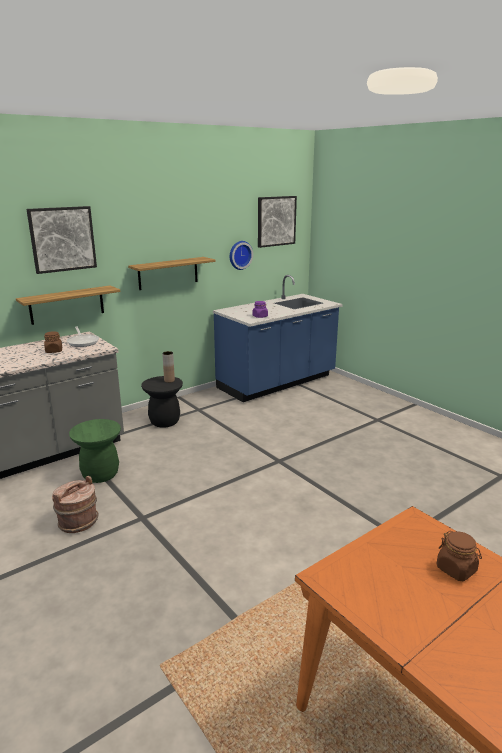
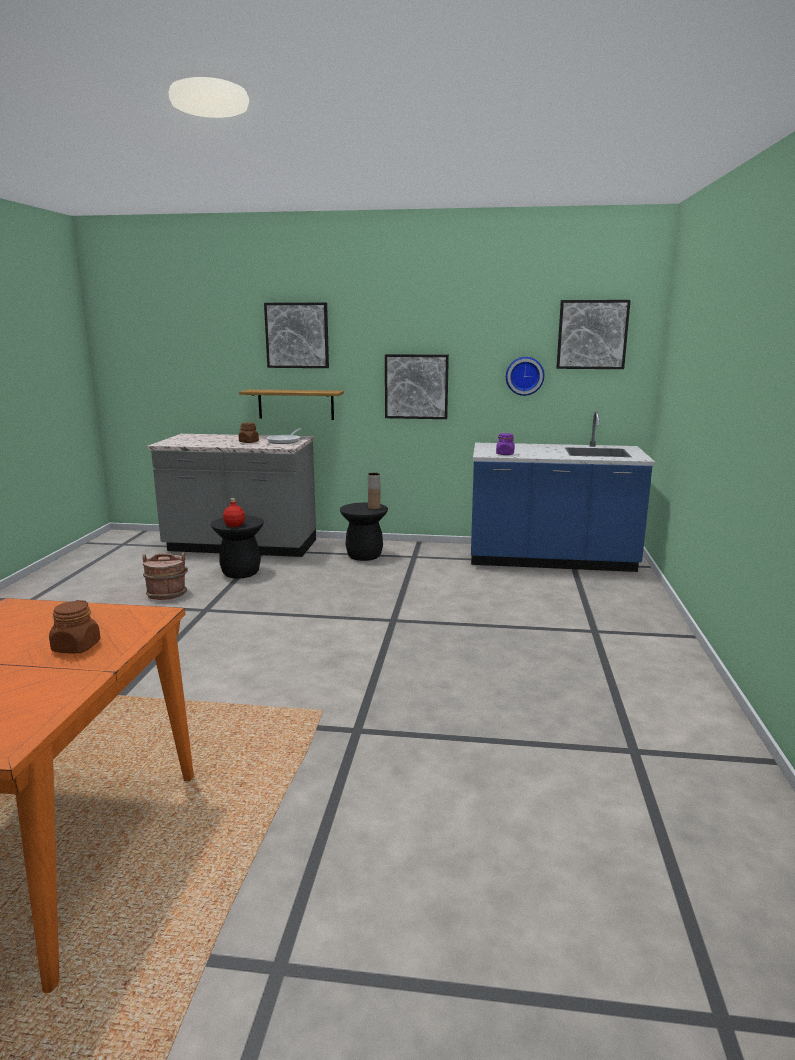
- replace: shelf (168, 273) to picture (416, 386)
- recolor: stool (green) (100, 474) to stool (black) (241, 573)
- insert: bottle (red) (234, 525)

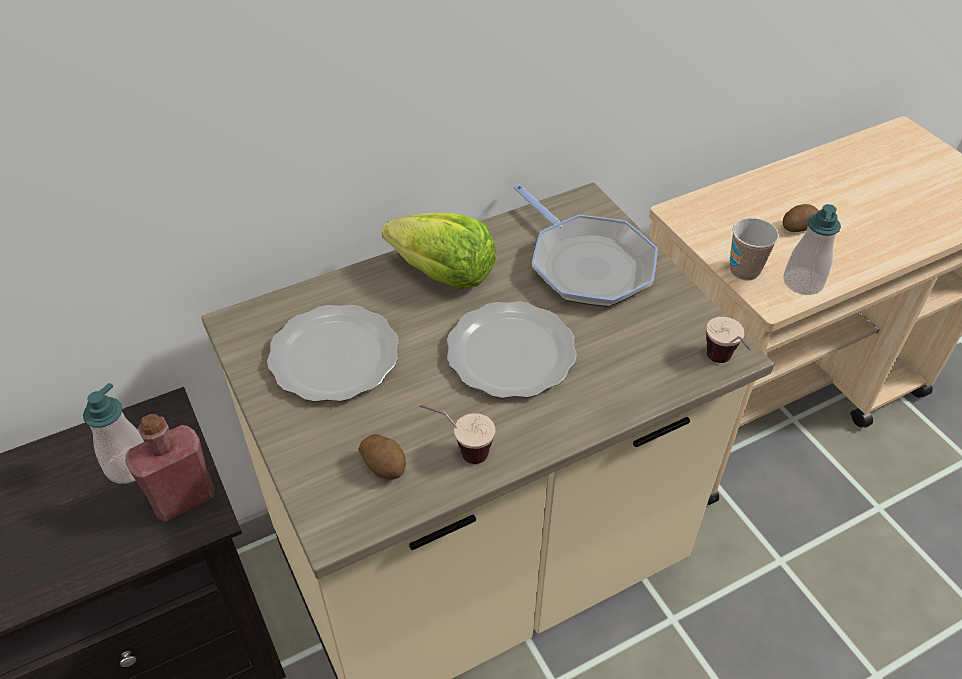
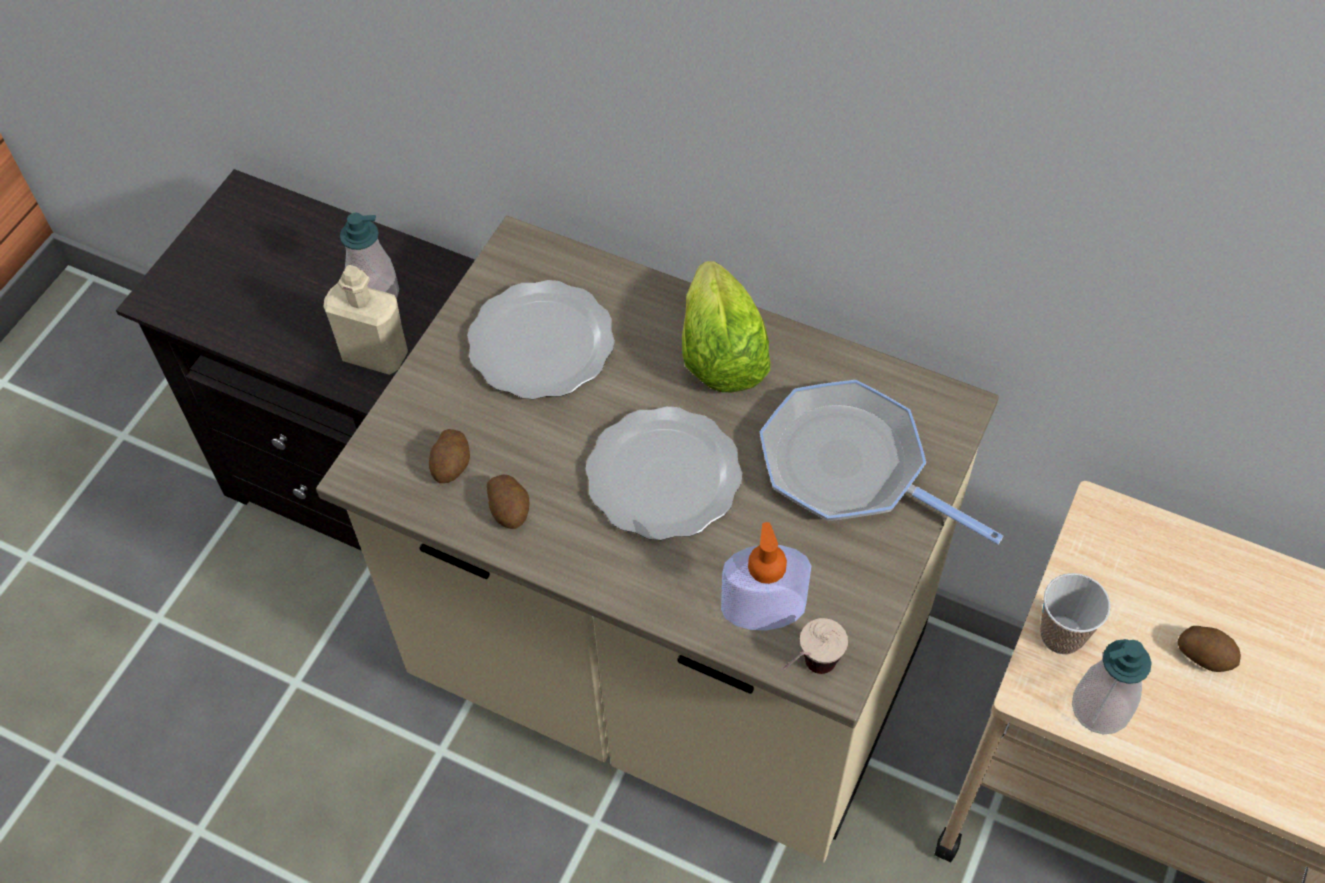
- rotate: frying pan (587, 264) = (851, 467) 105 degrees clockwise
- replace: cup (458, 451) to potato (510, 509)
- recolor: bottle (red) (183, 498) to bottle (beige) (375, 355)
- insert: soap dispenser (763, 607)

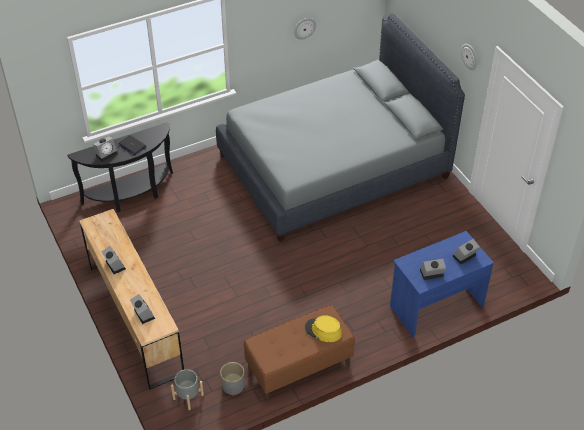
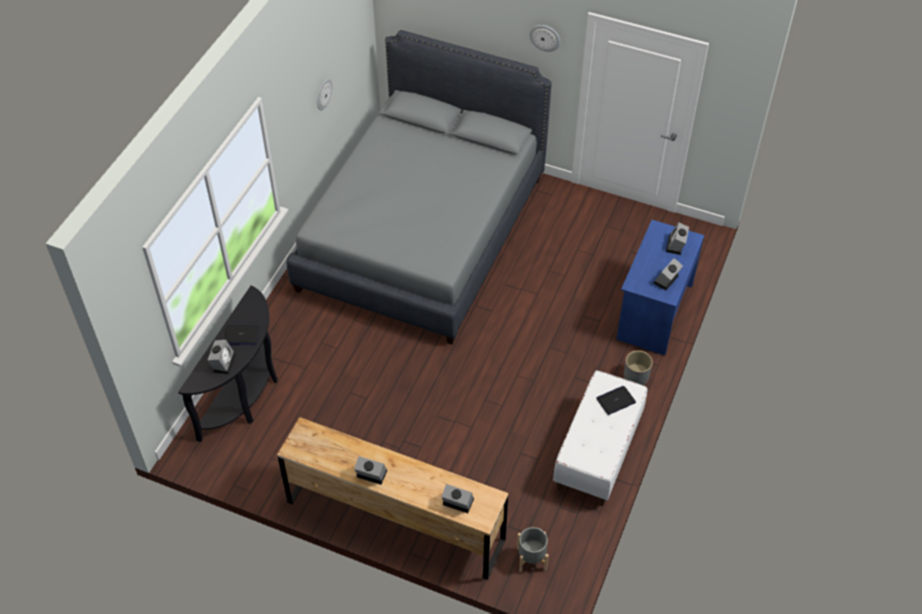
- recolor: bench (brown) (299, 366) to bench (white) (598, 453)
- replace: hat (yellow) (323, 330) to laptop (616, 400)
- move: planter (grey) (233, 386) to (636, 377)

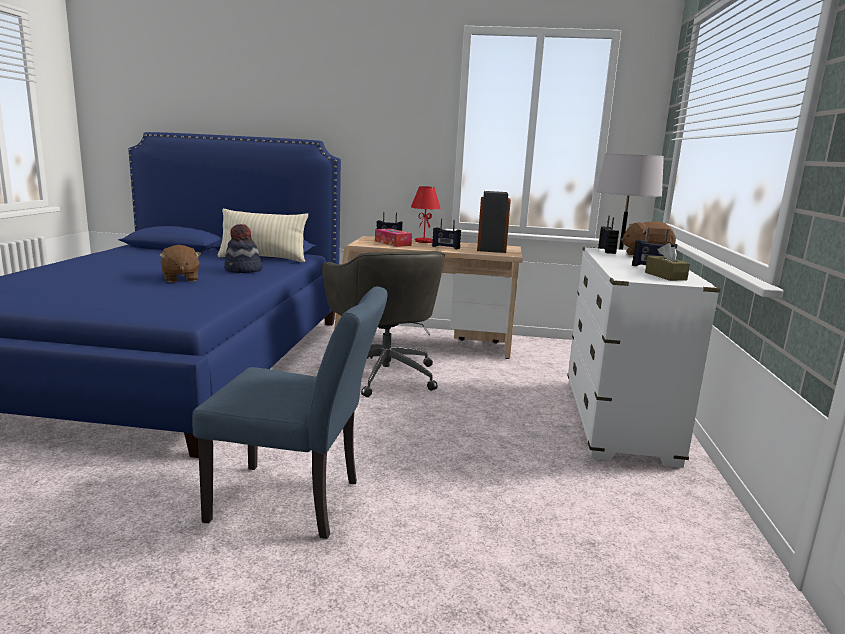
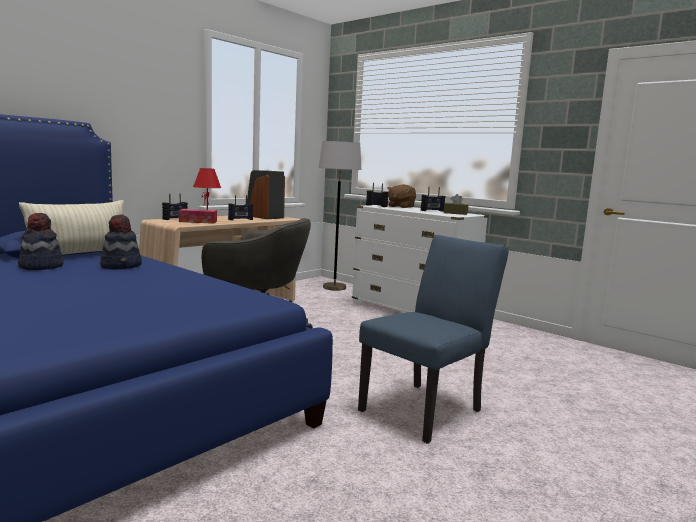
- delete: plush toy (brown) (180, 279)
- insert: hat (40, 266)

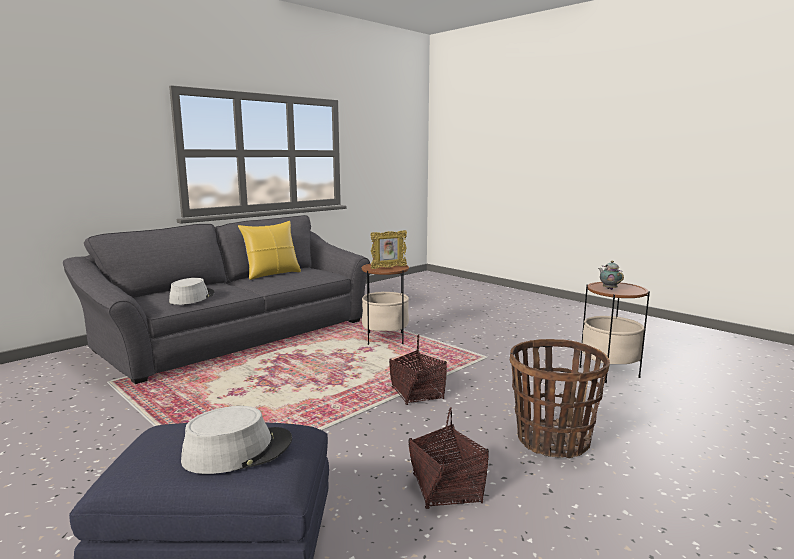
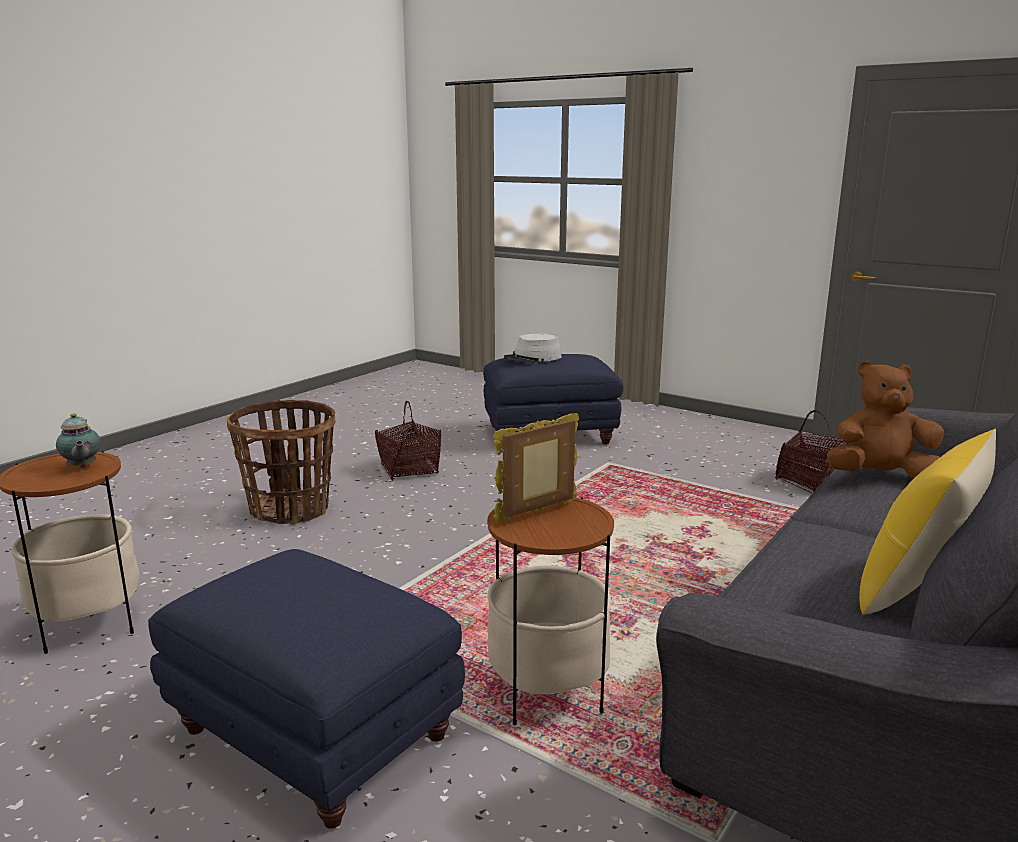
- replace: hat (grey) (192, 297) to plush toy (brown) (879, 476)
- move: basket (417, 394) to (810, 482)
- insert: ottoman (blue) (311, 734)

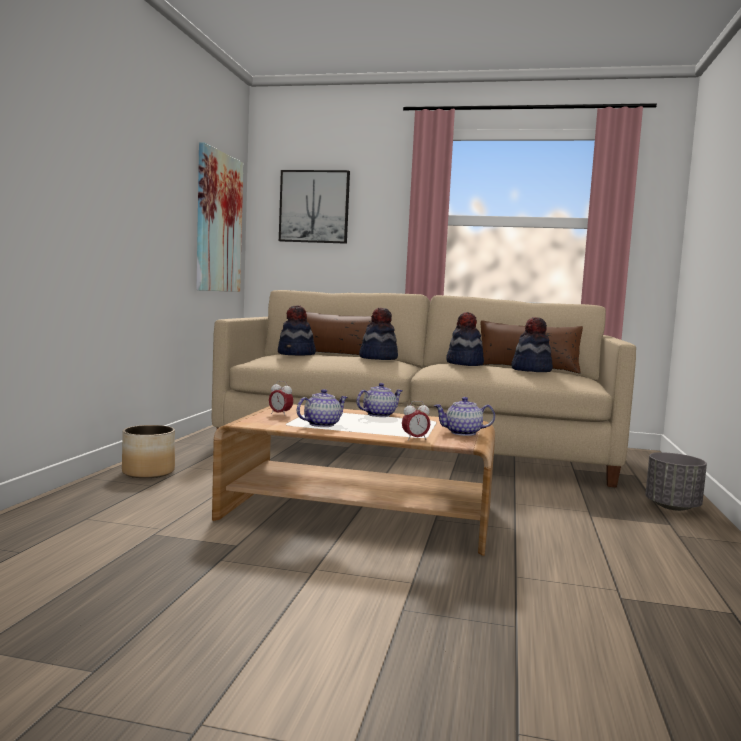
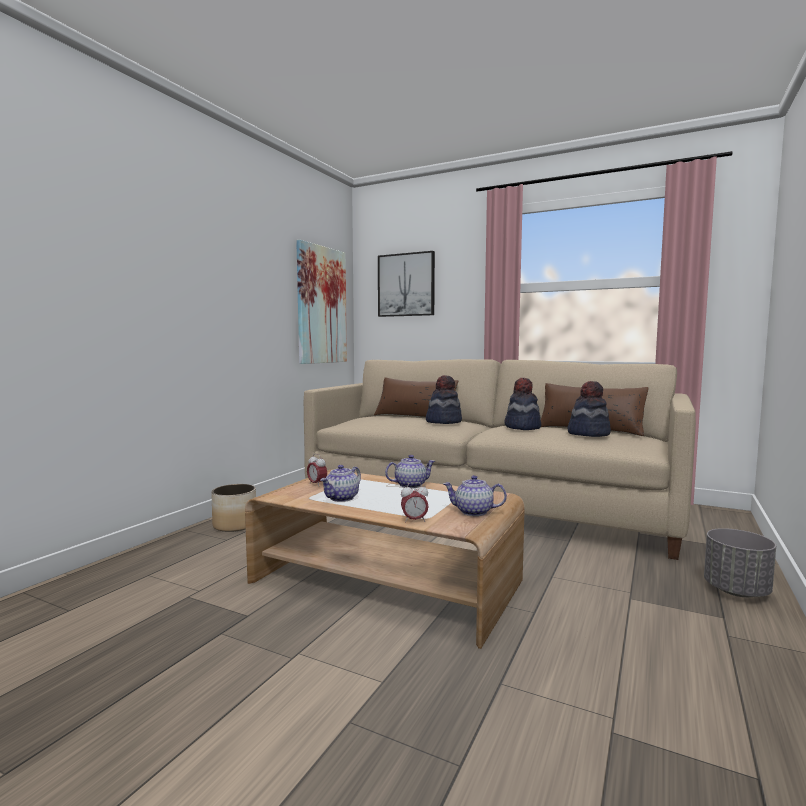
- delete: hat (296, 354)
- rotate: teapot (322, 424) = (341, 498) 150 degrees clockwise

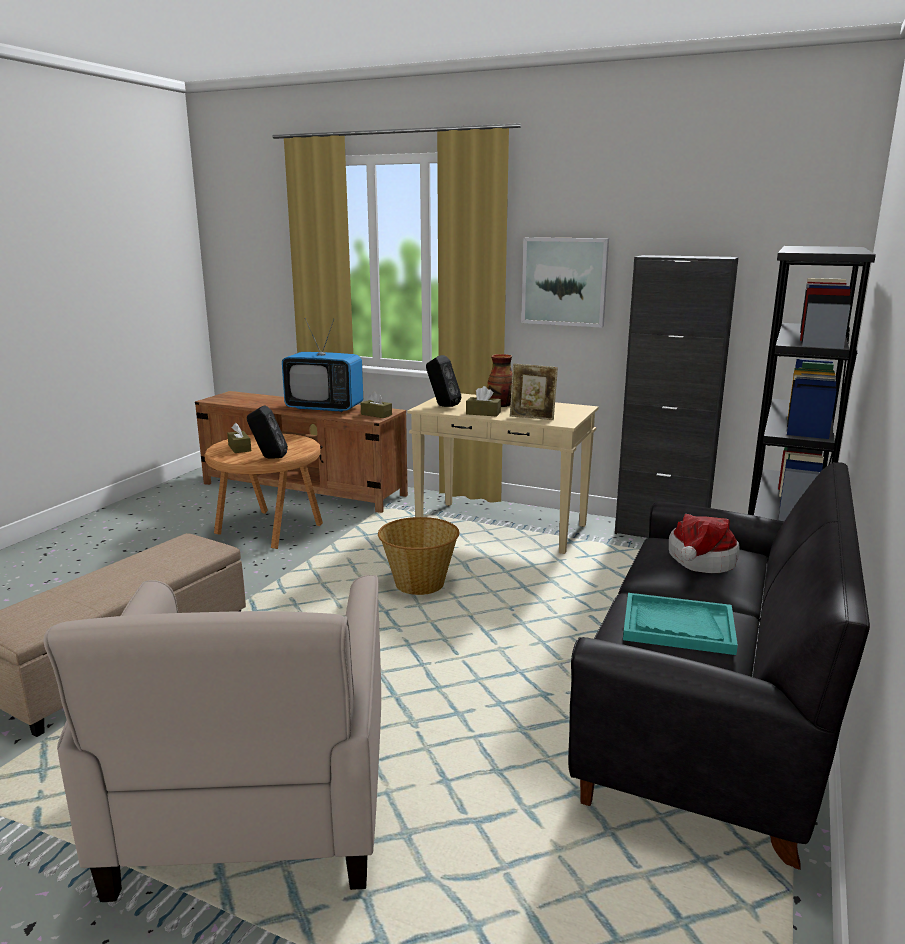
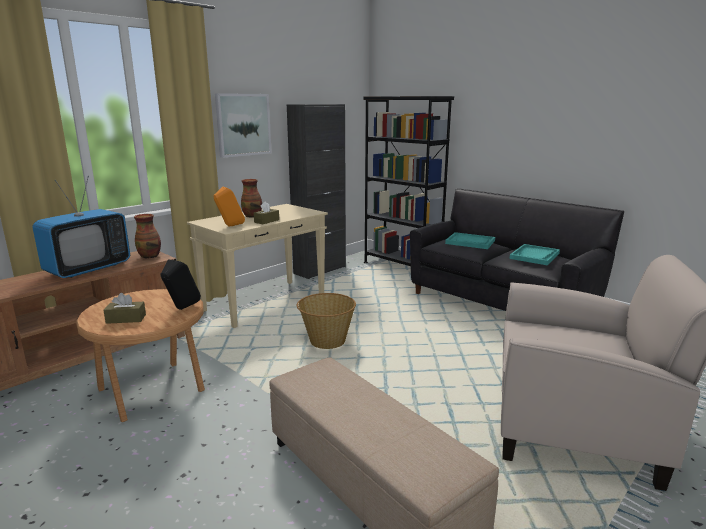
- recolor: speaker (black) (442, 406) to speaker (orange) (230, 226)
- delete: picture frame (532, 418)
- replace: tissue box (brown) (376, 415) to vase (150, 256)
- replace: hat (700, 562) to tray (turquoise) (470, 242)

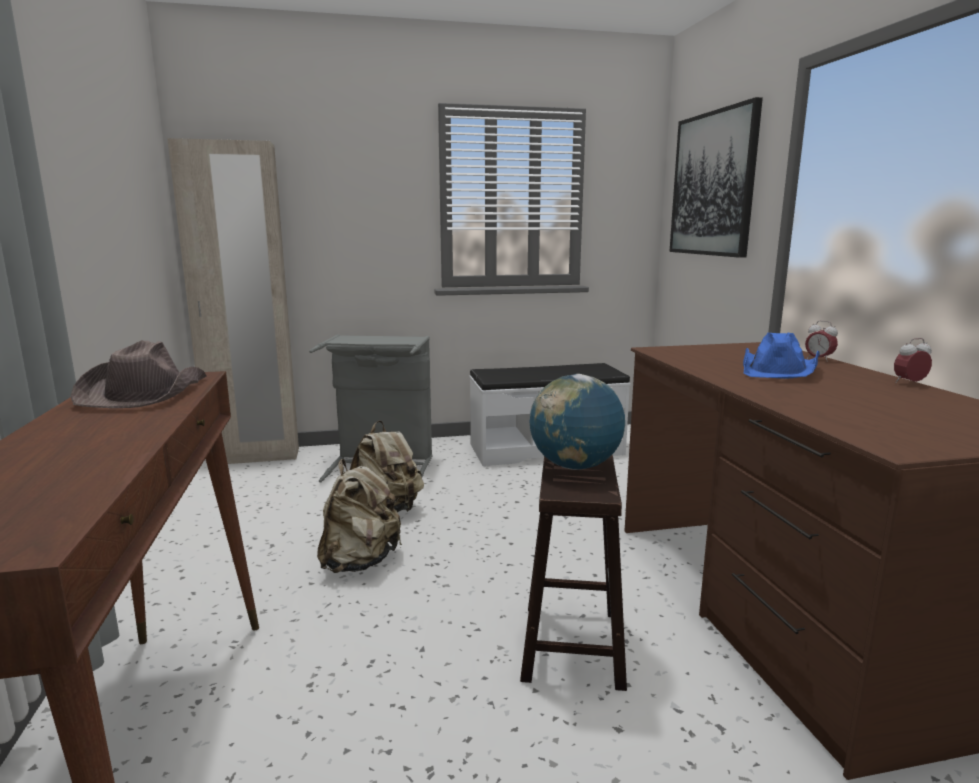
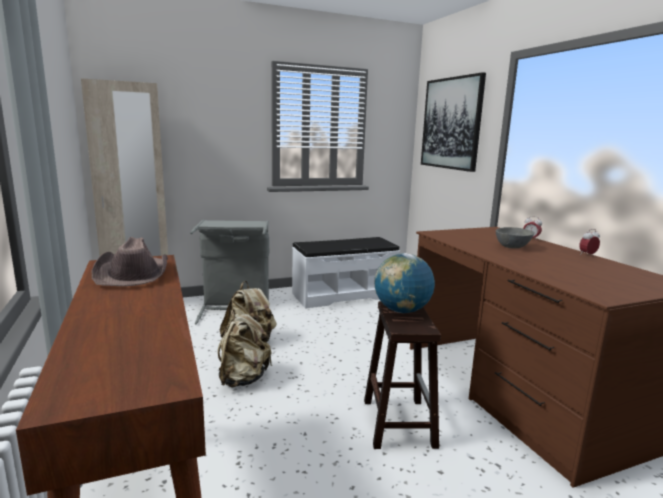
- replace: hat (blue) (779, 370) to bowl (grey) (513, 247)

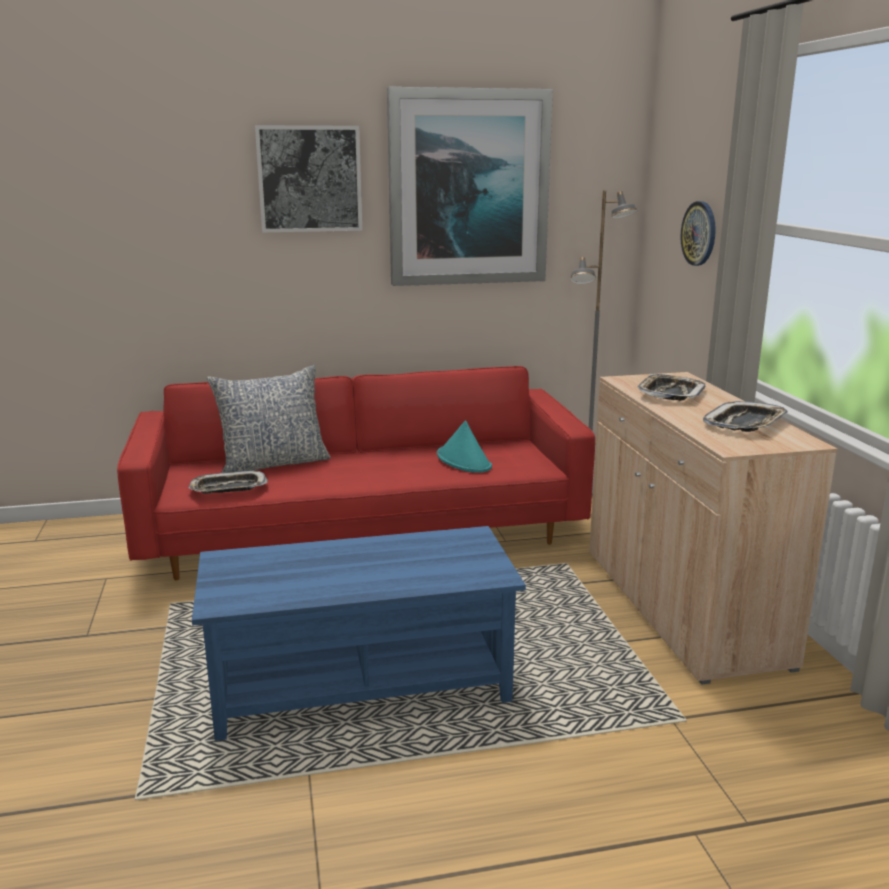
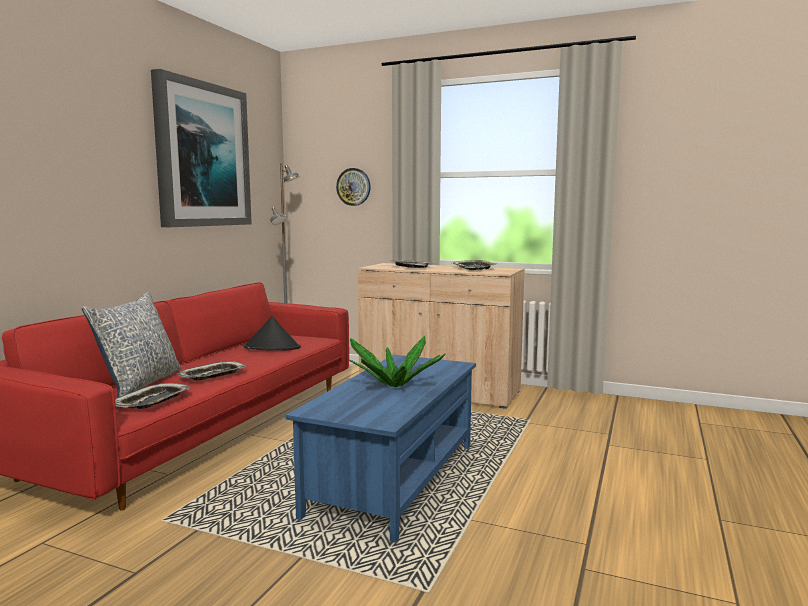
- delete: picture (309, 179)
- recolor: hat (turquoise) (464, 461) to hat (black) (272, 347)
- insert: potted plant (395, 385)
- insert: tray (212, 375)

